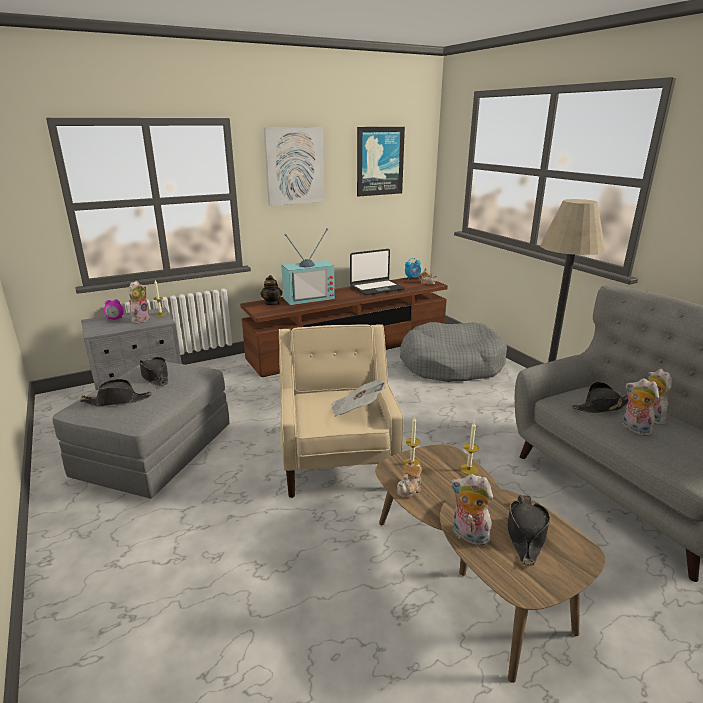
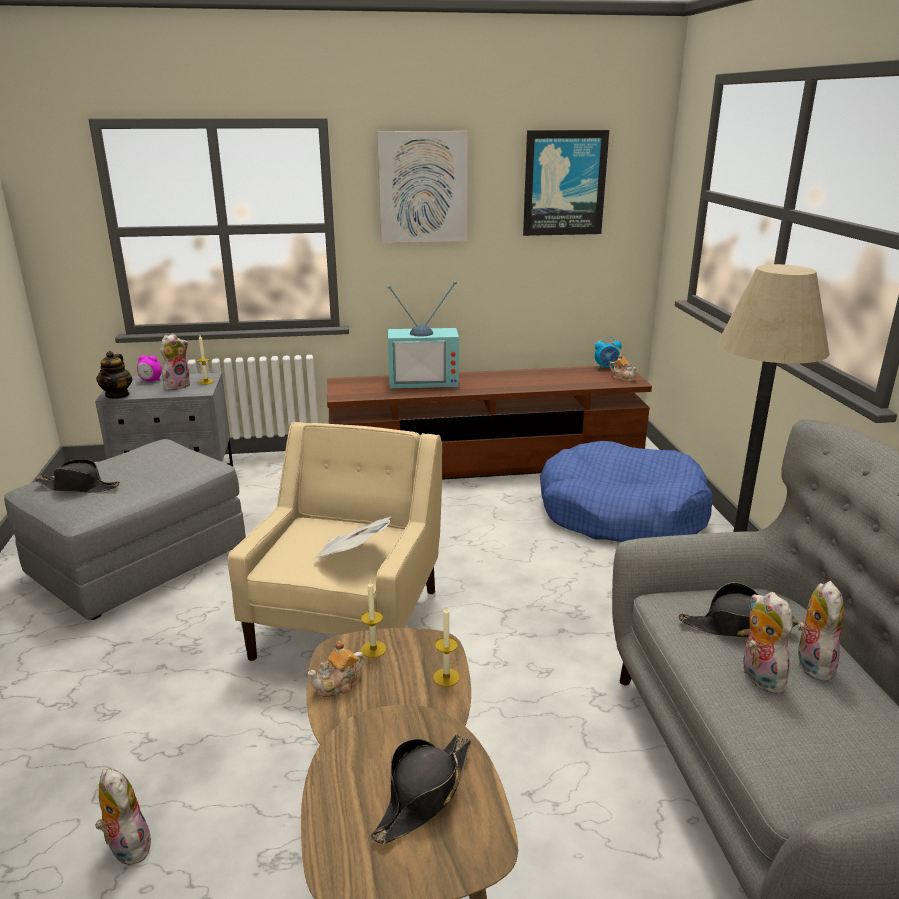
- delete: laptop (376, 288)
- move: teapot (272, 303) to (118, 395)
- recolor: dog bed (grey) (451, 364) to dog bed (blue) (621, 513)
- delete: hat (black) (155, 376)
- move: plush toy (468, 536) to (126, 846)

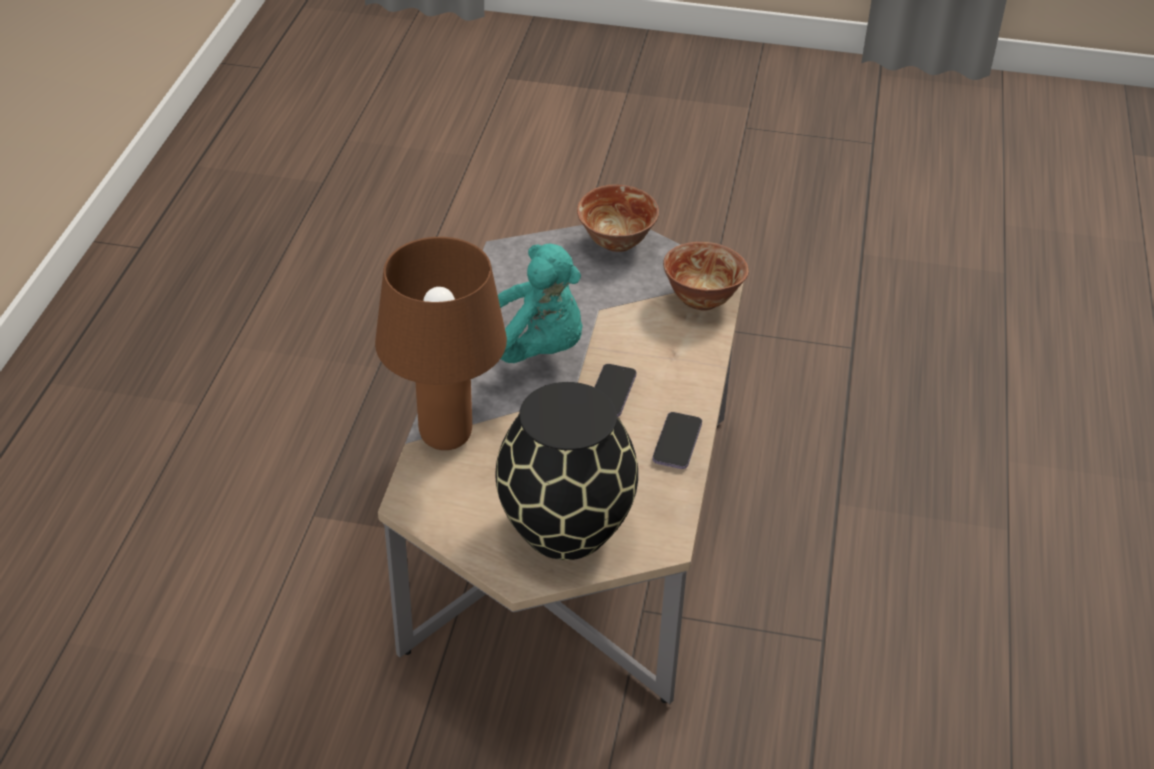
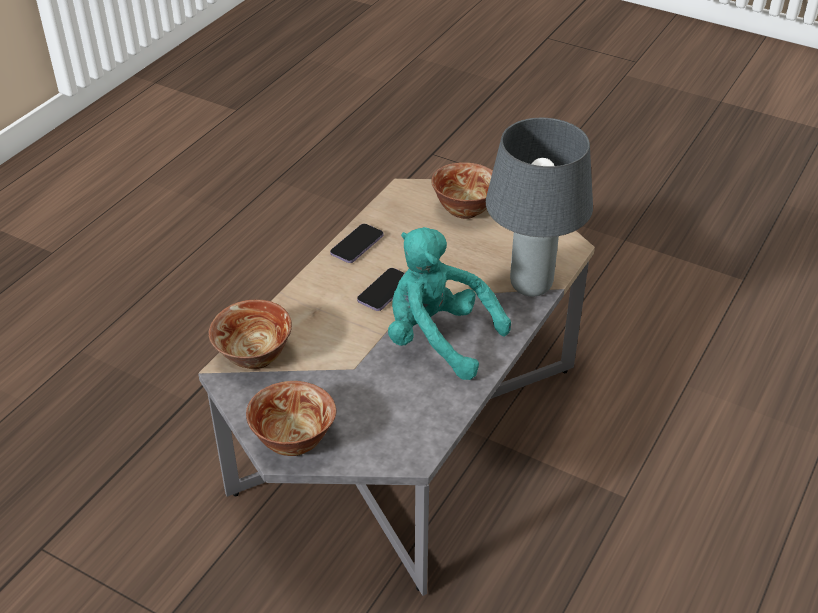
- recolor: table lamp (brown) (444, 435) to table lamp (grey) (532, 286)
- replace: vase (black) (567, 528) to bowl (464, 209)

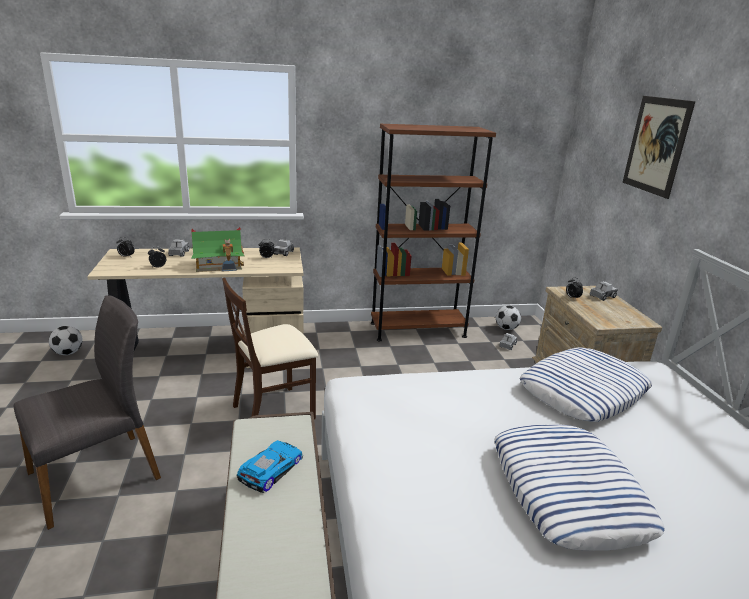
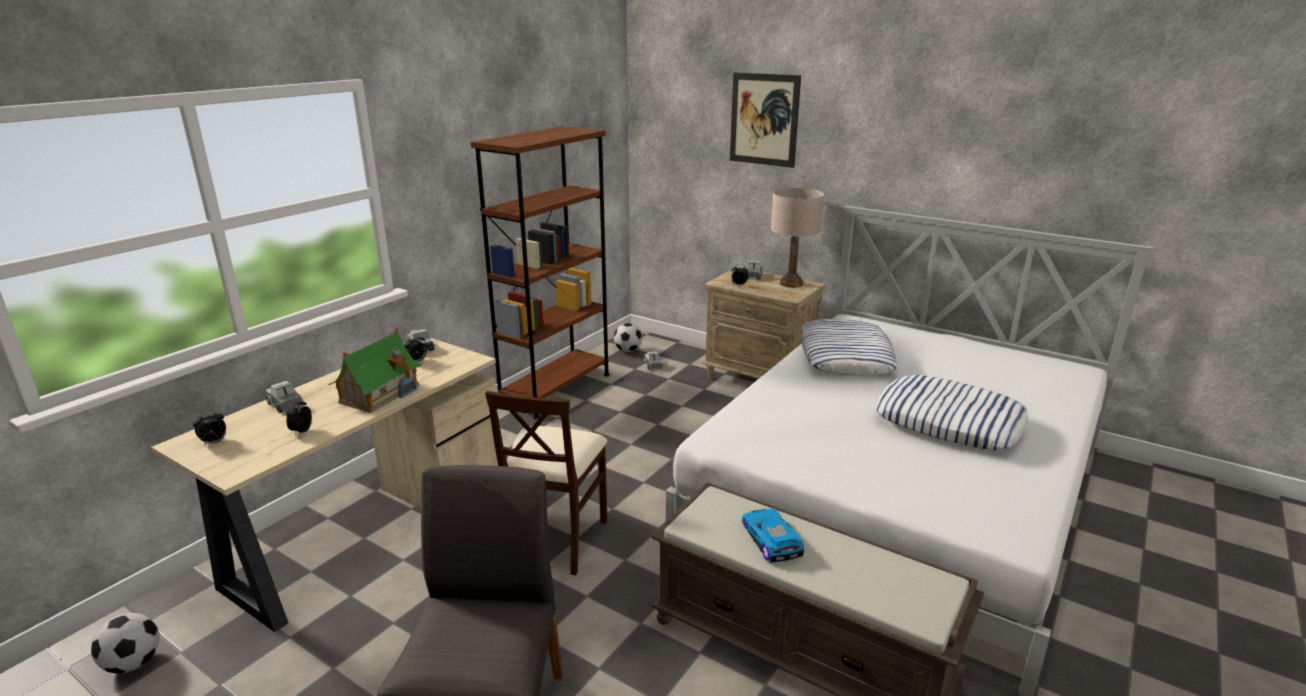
- insert: table lamp (beige) (791, 283)

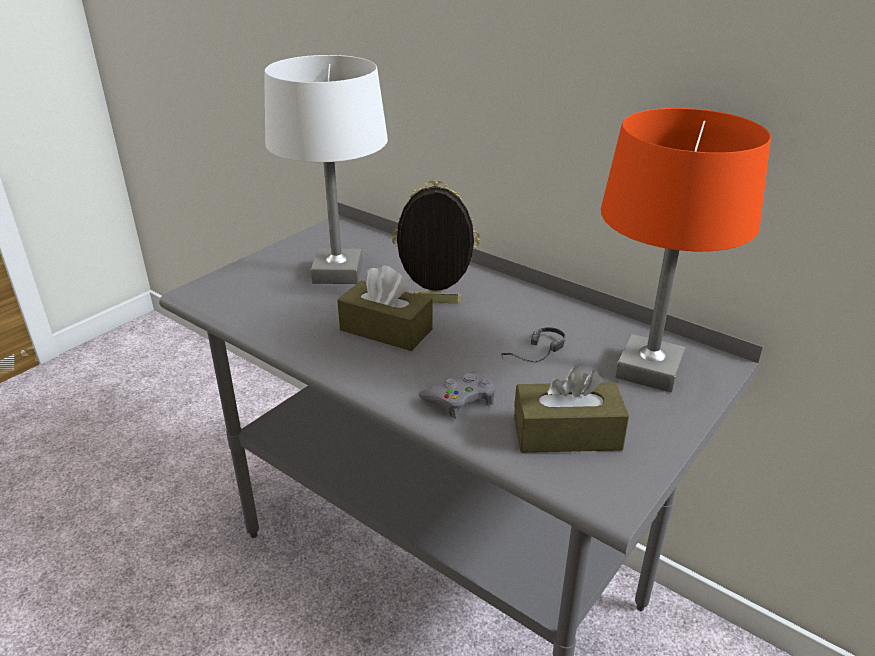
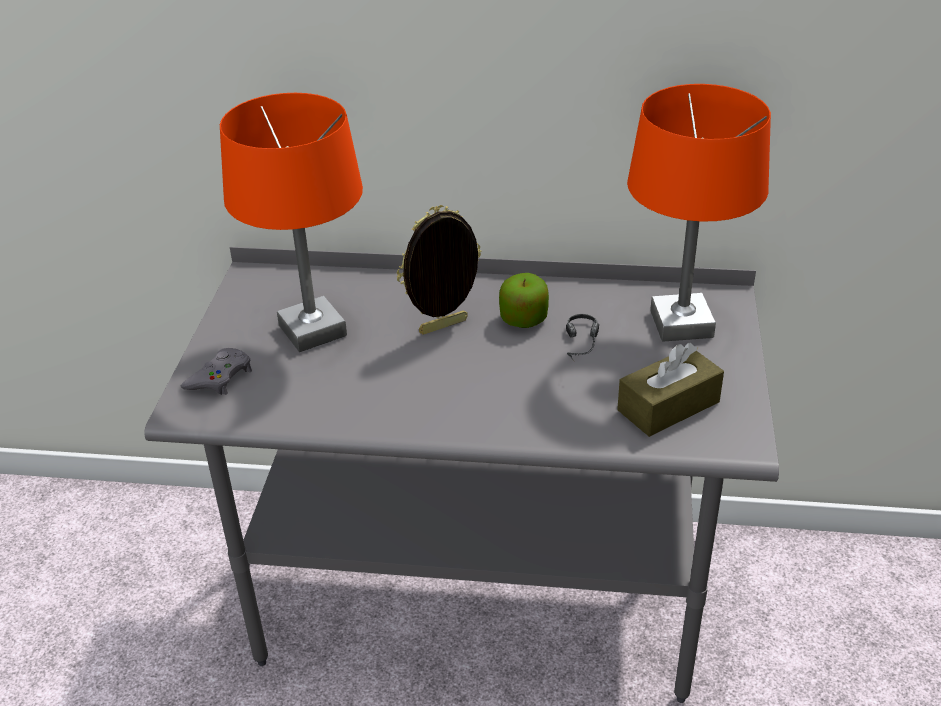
- recolor: table lamp (white) (338, 273) to table lamp (orange) (313, 330)
- delete: tissue box (brown) (386, 330)
- move: game controller (grey) (460, 399) to (220, 377)
- insert: apple (523, 319)

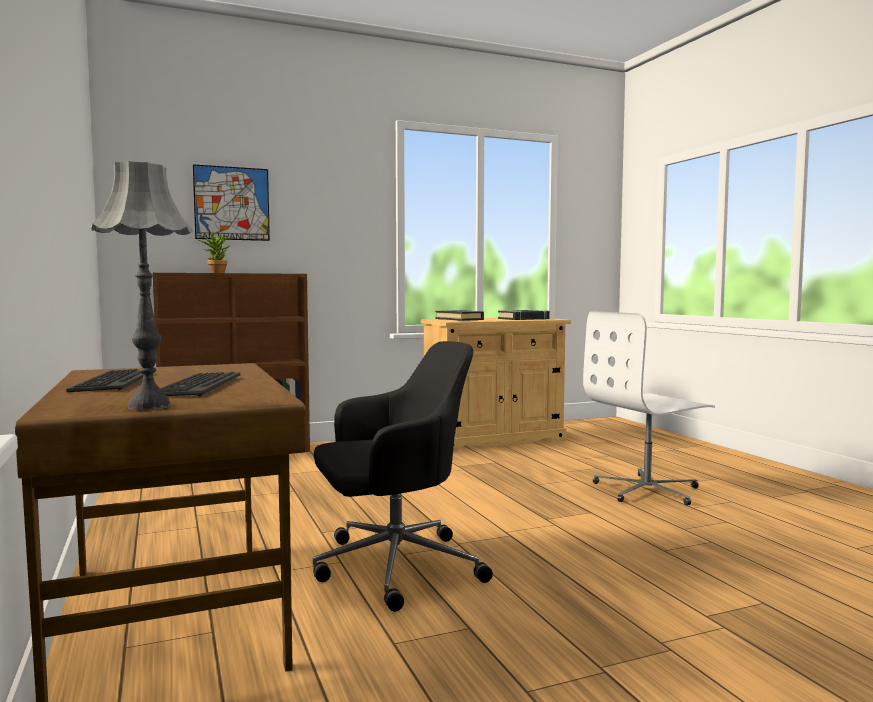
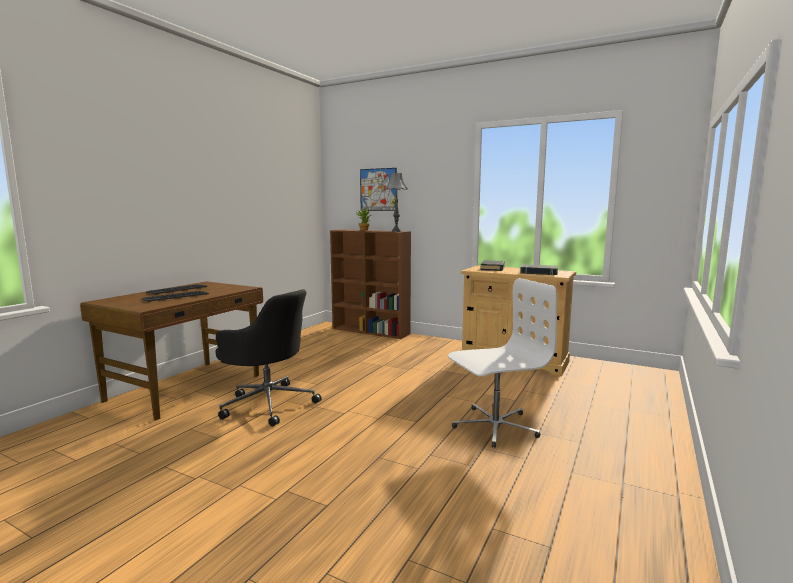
- move: table lamp (grey) (150, 406) to (396, 231)
- rotate: office chair (white) (648, 490) = (494, 426) 135 degrees clockwise

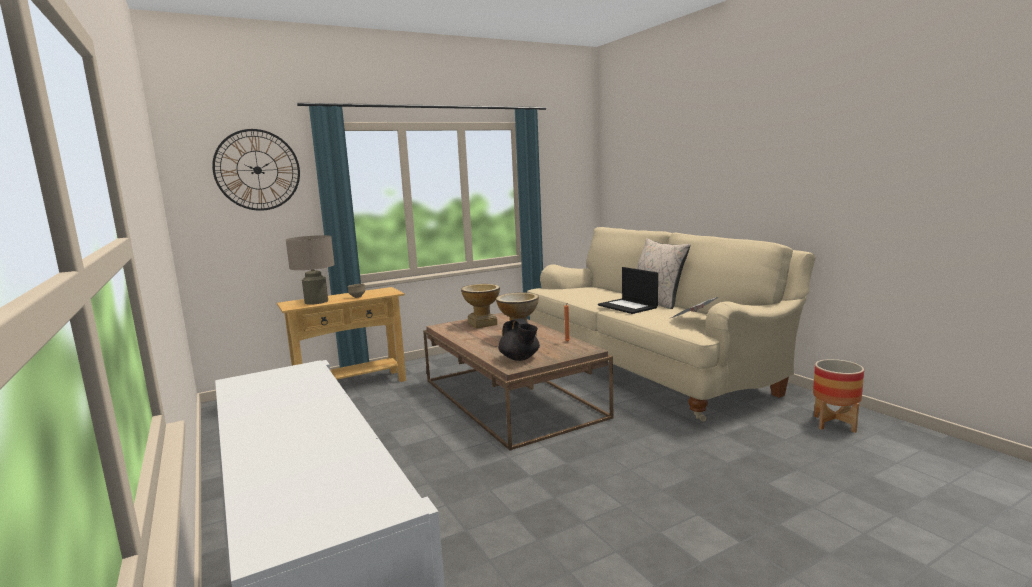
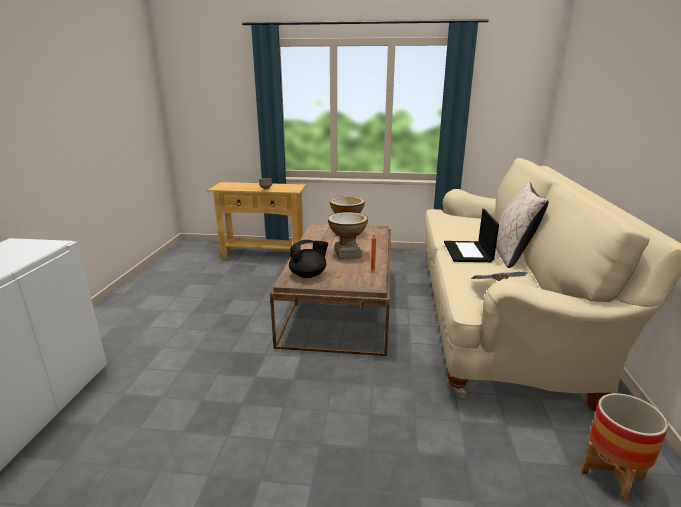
- delete: wall clock (257, 170)
- delete: table lamp (beige) (316, 301)
- rotate: teapot (black) (520, 358) = (308, 275) 120 degrees counterclockwise

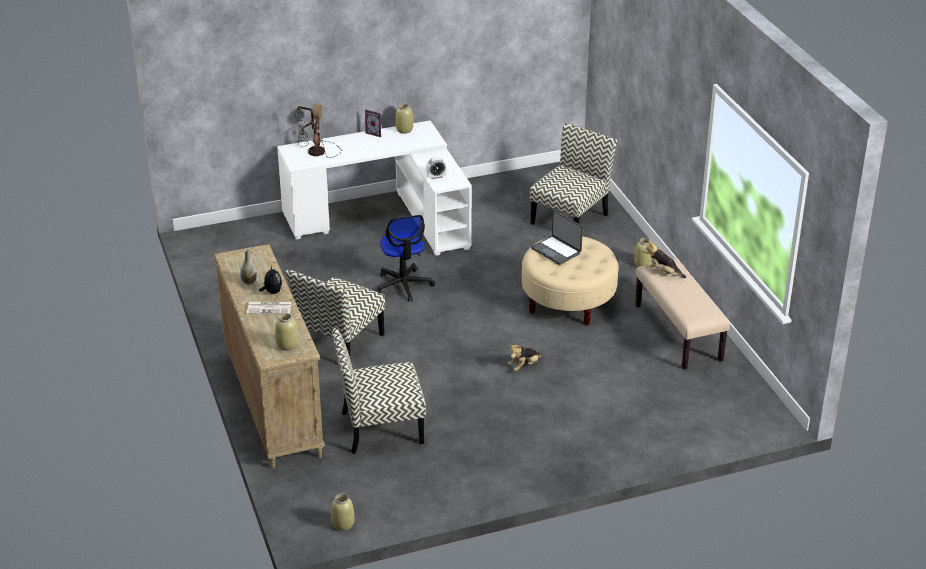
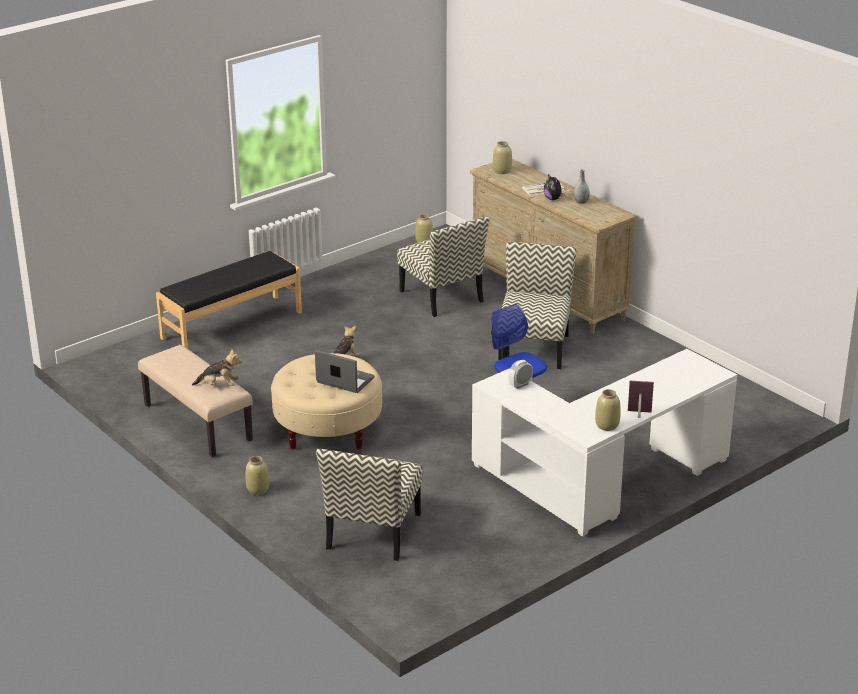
- delete: table lamp (315, 152)
- rotate: chair (380, 428) = (442, 297) 90 degrees clockwise
- insert: bench (black) (231, 325)

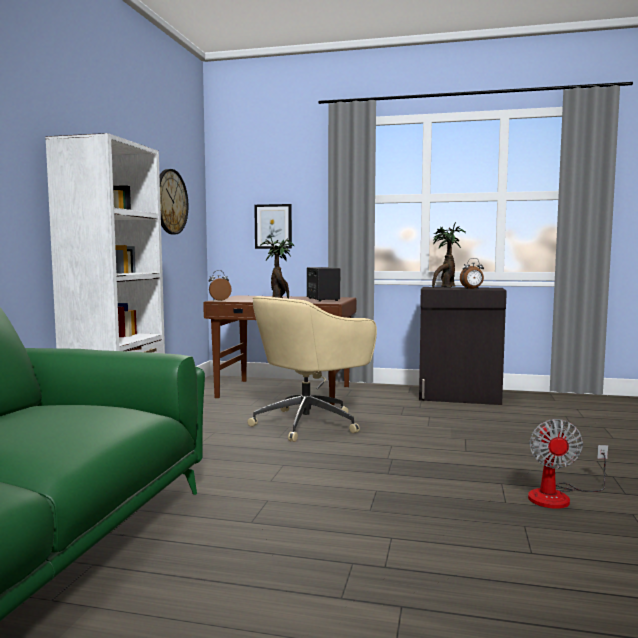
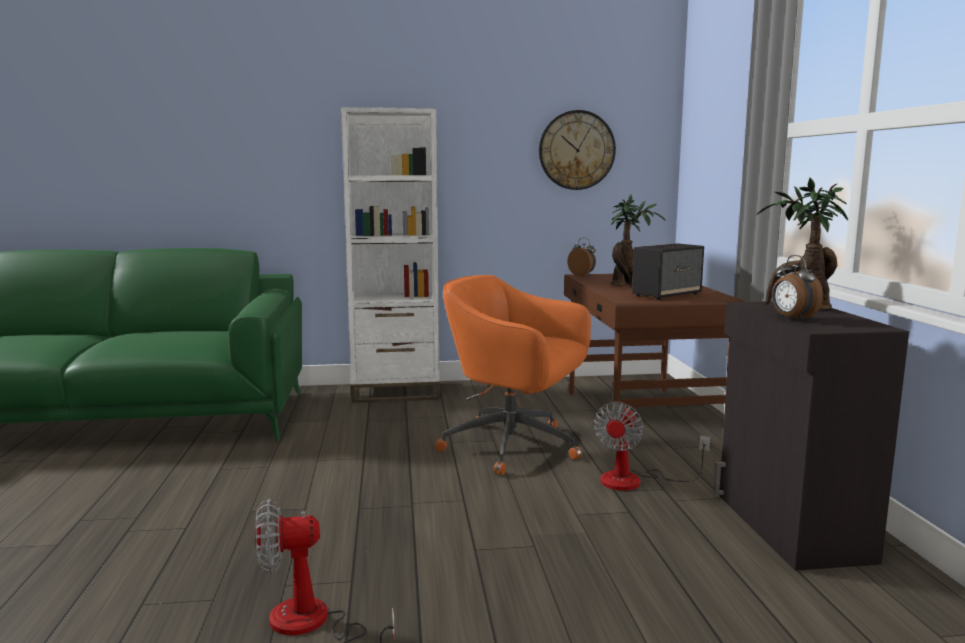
- delete: picture (273, 226)
- recolor: office chair (beige) (309, 423) to office chair (orange) (515, 447)
- insert: fan (635, 481)

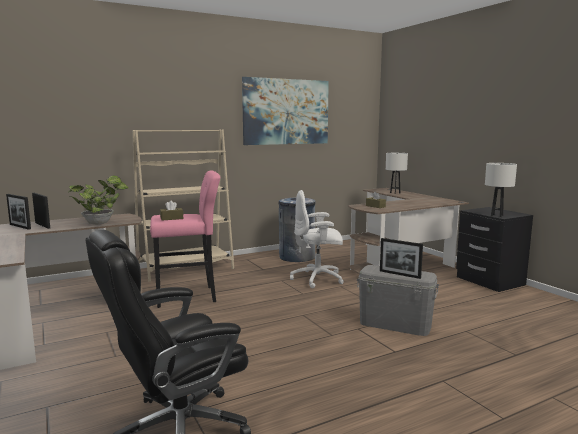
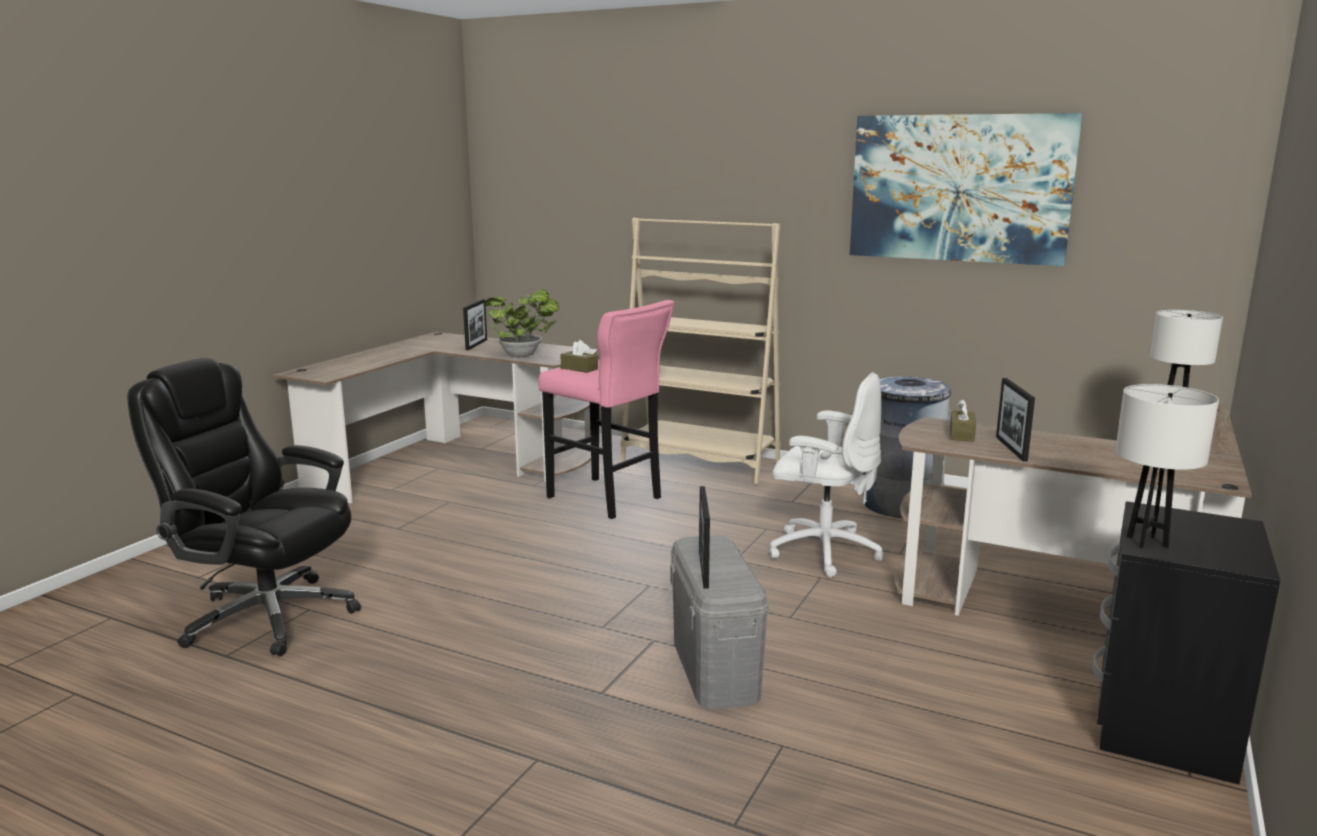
- rotate: office chair (white) (318, 279) = (822, 551) 150 degrees clockwise
- move: picture frame (20, 226) to (1011, 448)

